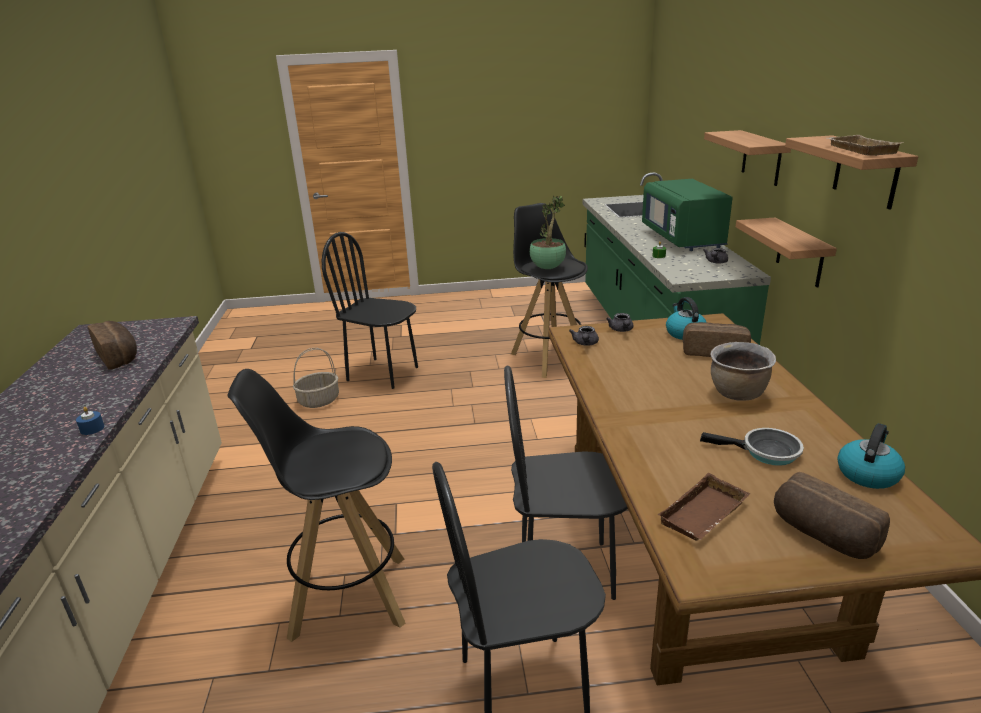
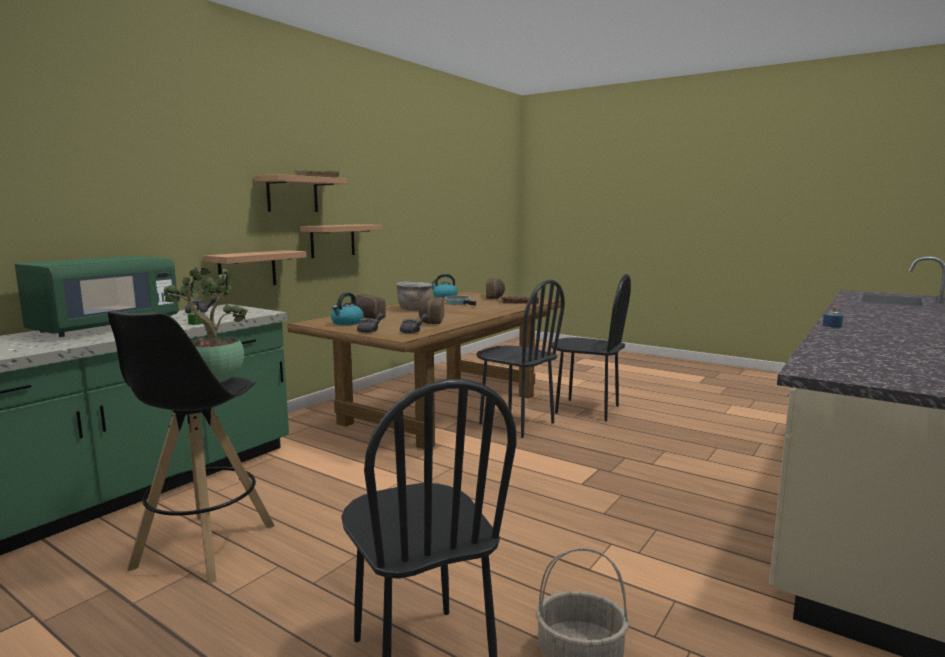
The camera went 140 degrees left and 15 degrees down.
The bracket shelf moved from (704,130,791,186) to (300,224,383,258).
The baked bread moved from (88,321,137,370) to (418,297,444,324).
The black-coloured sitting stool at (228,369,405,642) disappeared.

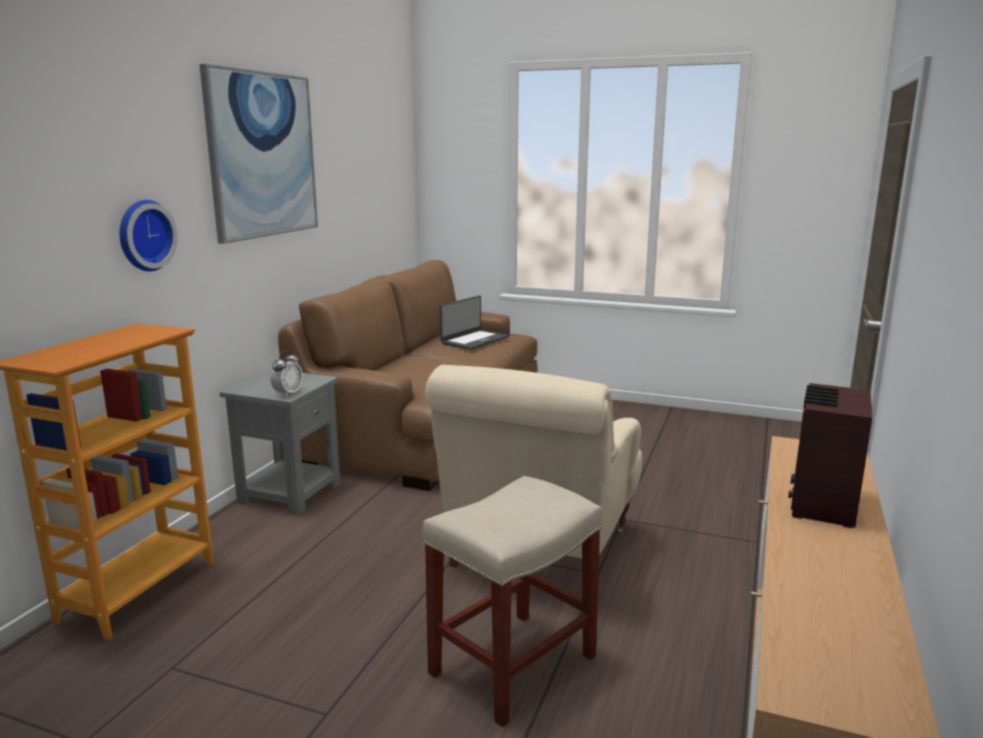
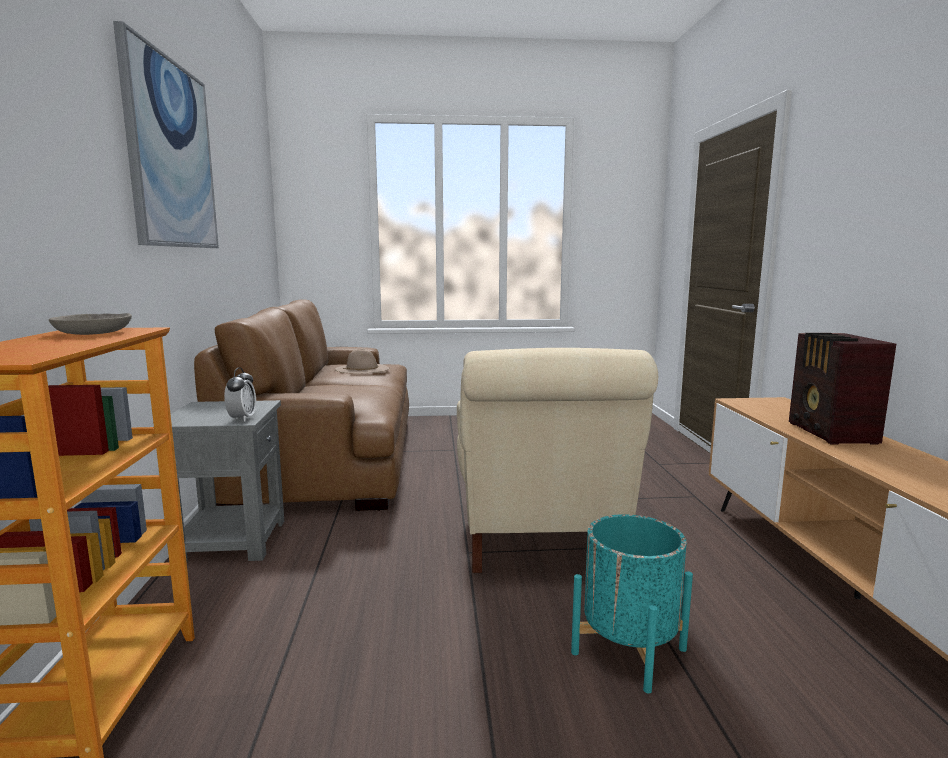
The camera went 25 degrees left and 5 degrees down.
The grey serving bowl at (49,313,132,335) appeared.
The laptop at (440,295,509,350) was replaced by the beige-coloured wearable hat at (335,348,390,374).
The beige-coloured sitting stool at (422,476,602,727) was replaced by the turquoise-coloured plant pot at (571,514,693,693).
The hanging clock at (120,200,178,271) disappeared.

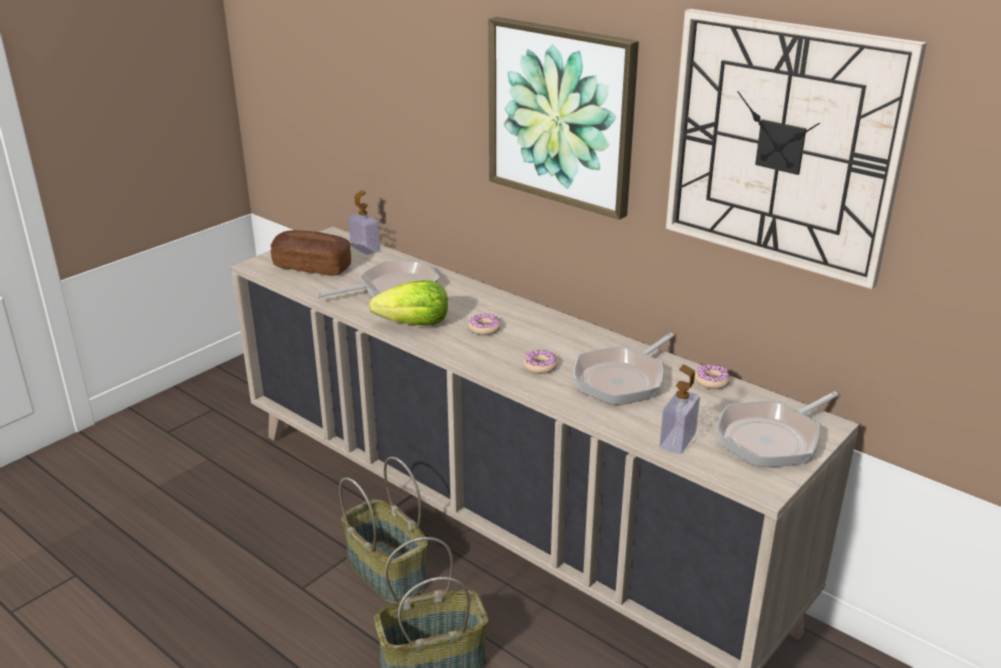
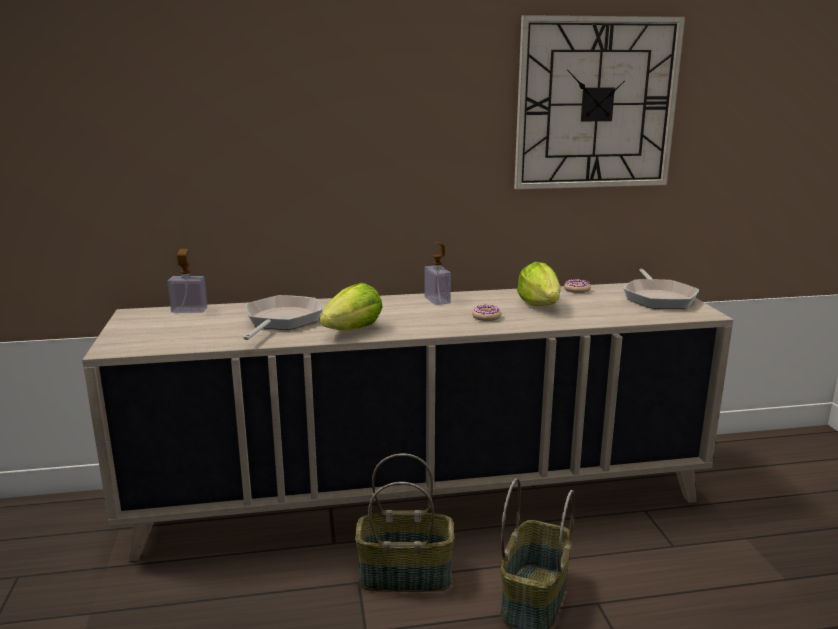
The camera went 50 degrees left and 10 degrees down.
The liquid soap bottle moved from (660,364,700,454) to (424,242,451,305).
The skillet at (573,333,674,405) was replaced by the lettuce head at (517,262,561,306).
The baked bread at (271,230,351,276) disappeared.
The ring doughnut at (469,314,501,335) disappeared.
The wall picture at (488,17,639,220) disappeared.

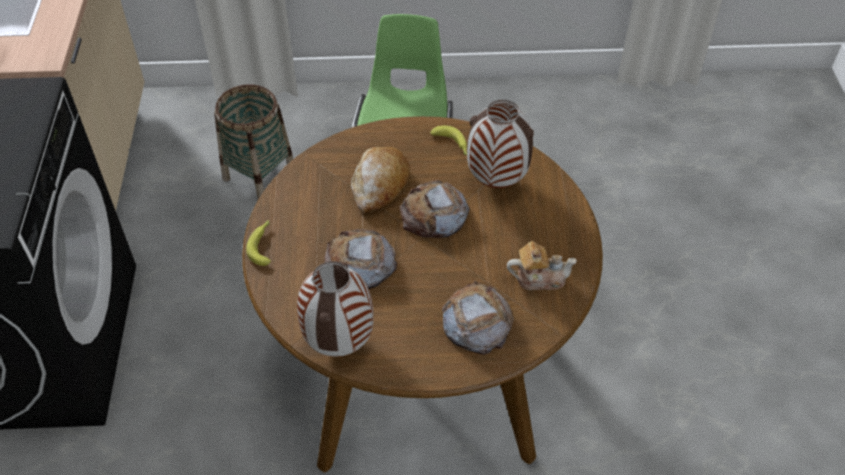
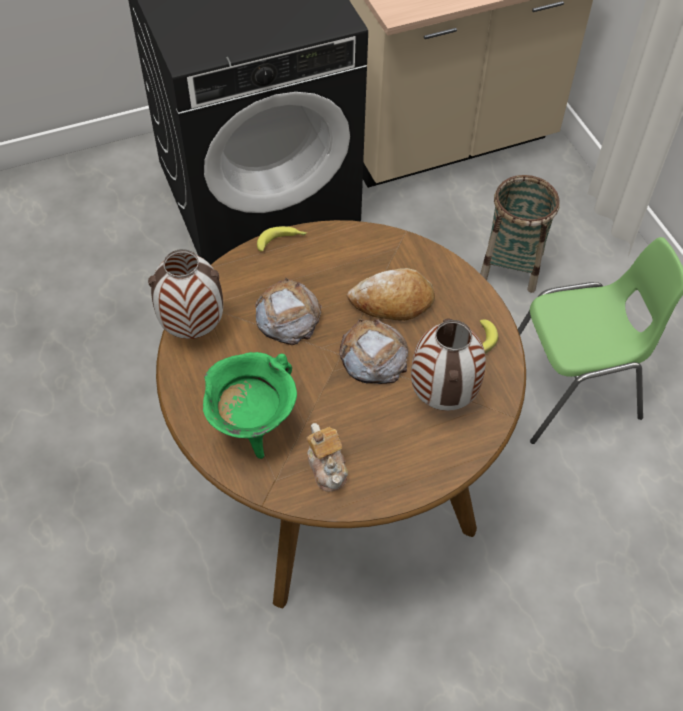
The camera went 70 degrees right and 5 degrees up.
The baked bread at (442,280,514,355) was replaced by the greenish saucepot at (203,352,297,459).

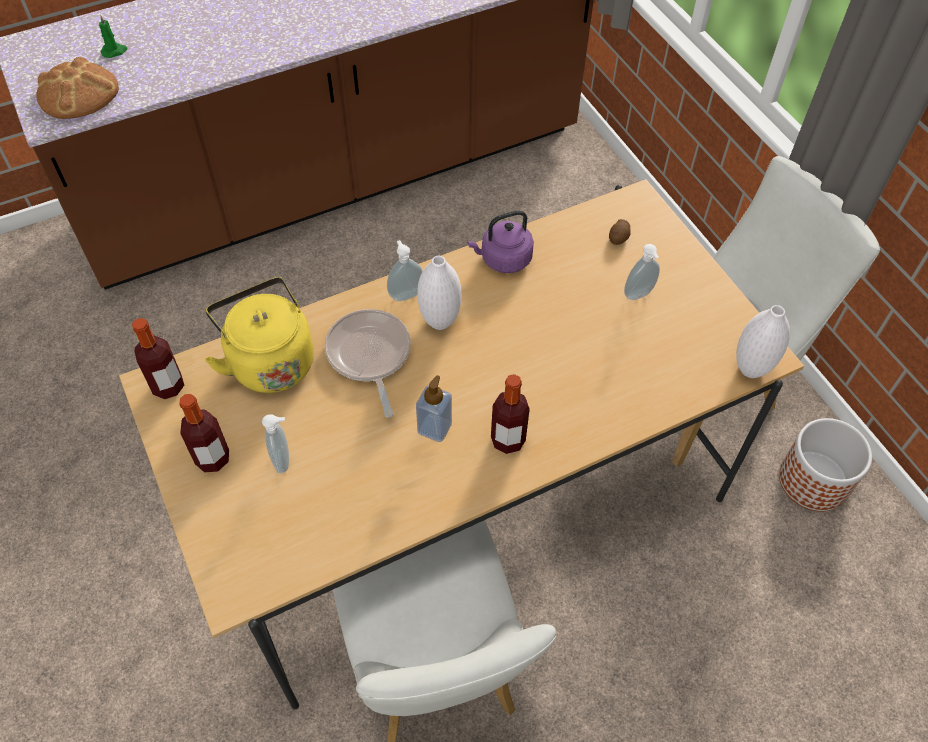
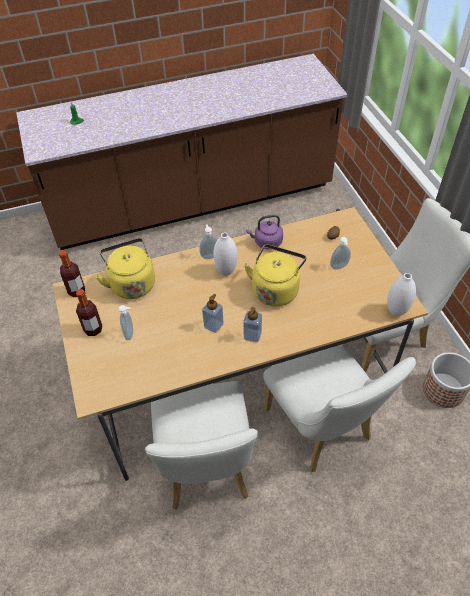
The camera went 10 degrees right and 5 degrees down.
The bottle at (491,374,530,454) was replaced by the liquid soap bottle at (243,307,262,343).
The yellow tea kettle at (244,244,306,306) appeared.
The white-coloured upright chair at (263,344,416,472) appeared.
The baked bread at (36,57,119,119) disappeared.
The skillet at (325,309,411,418) disappeared.

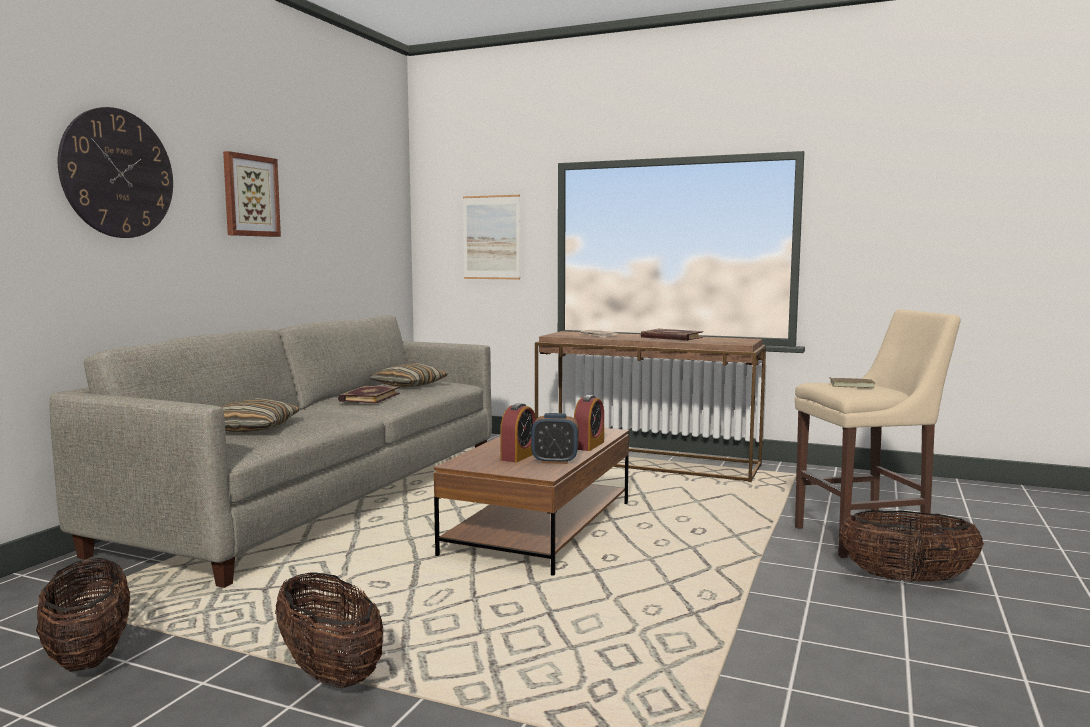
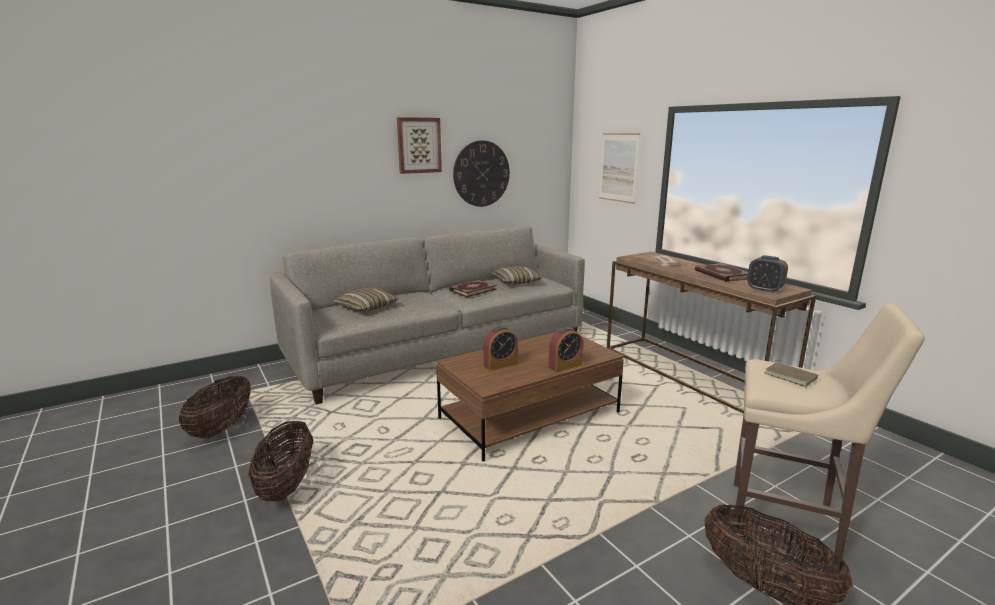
The camera went 35 degrees right and 10 degrees up.
The hanging clock moved from (58,107,173,238) to (453,140,510,207).
The table clock moved from (531,413,579,464) to (747,255,788,293).

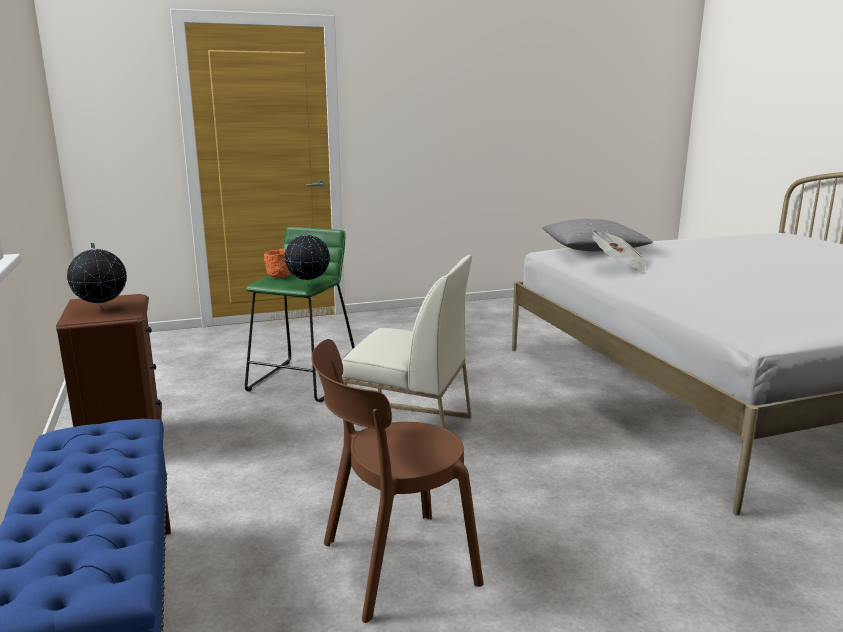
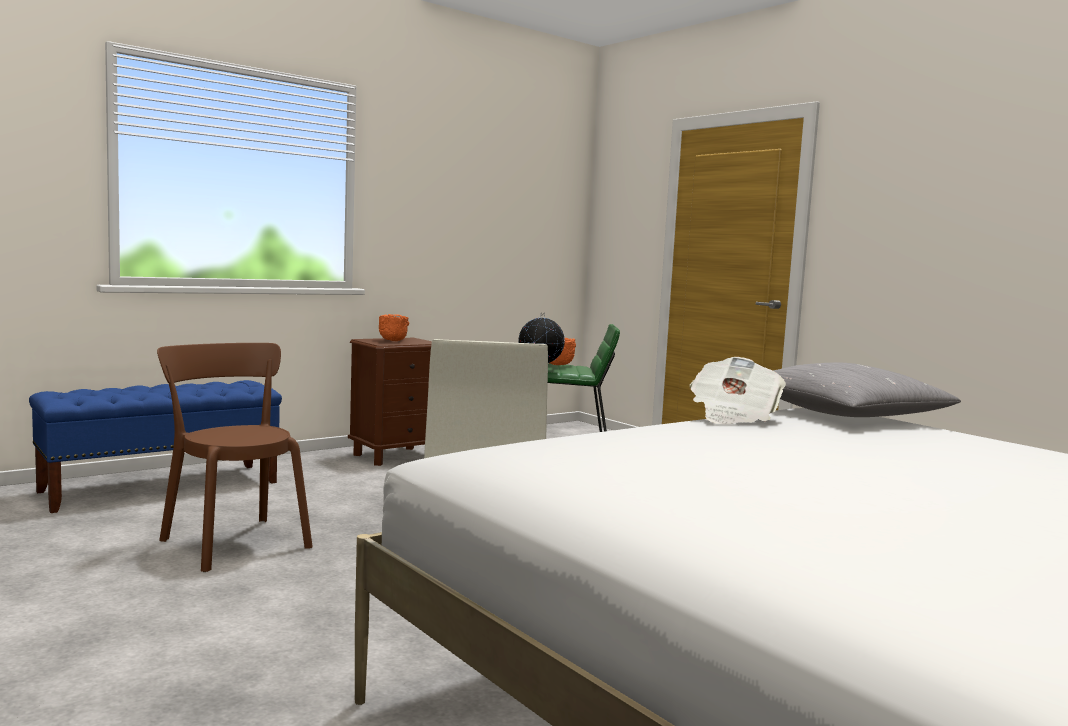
The camera went 70 degrees right and 10 degrees down.
The globe at (67,243,127,310) was replaced by the orangey serving bowl at (379,314,409,341).

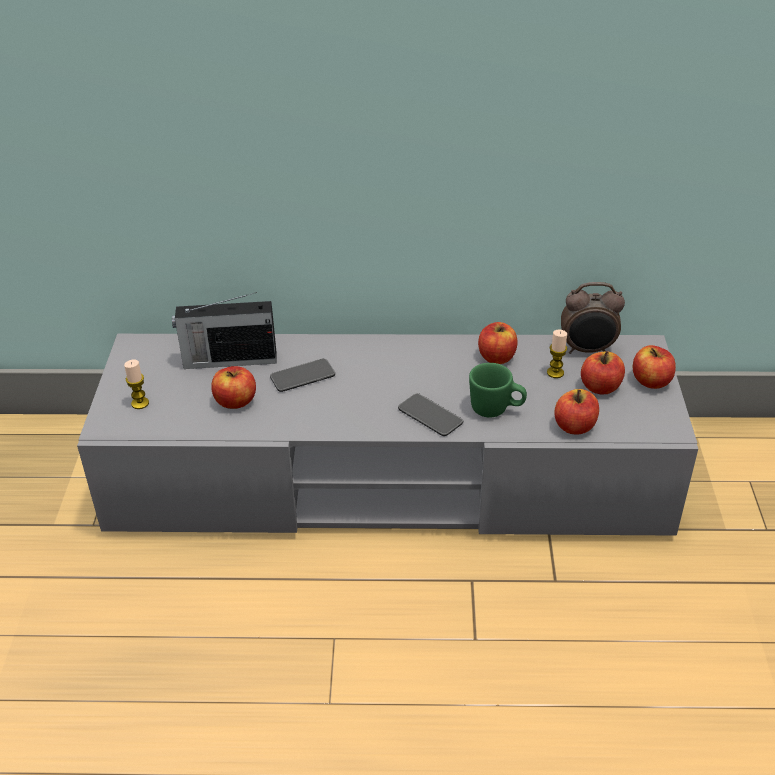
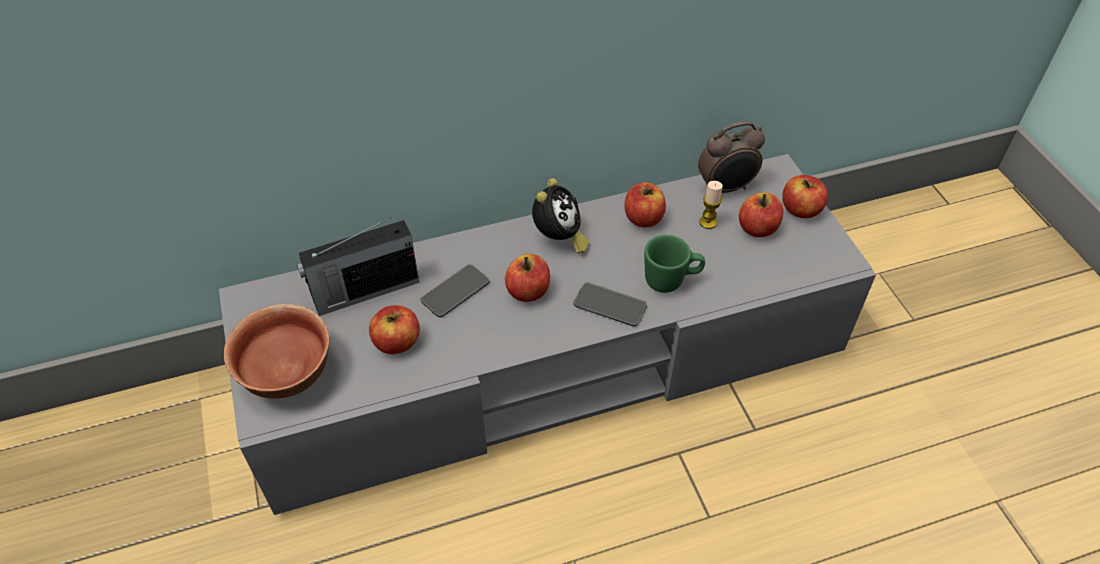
The camera went 20 degrees left and 10 degrees up.
The wax light at (124,359,149,409) was replaced by the serving bowl at (224,304,330,399).
The apple fruit moved from (554,389,599,434) to (505,254,550,302).
The table clock at (532,178,590,254) appeared.

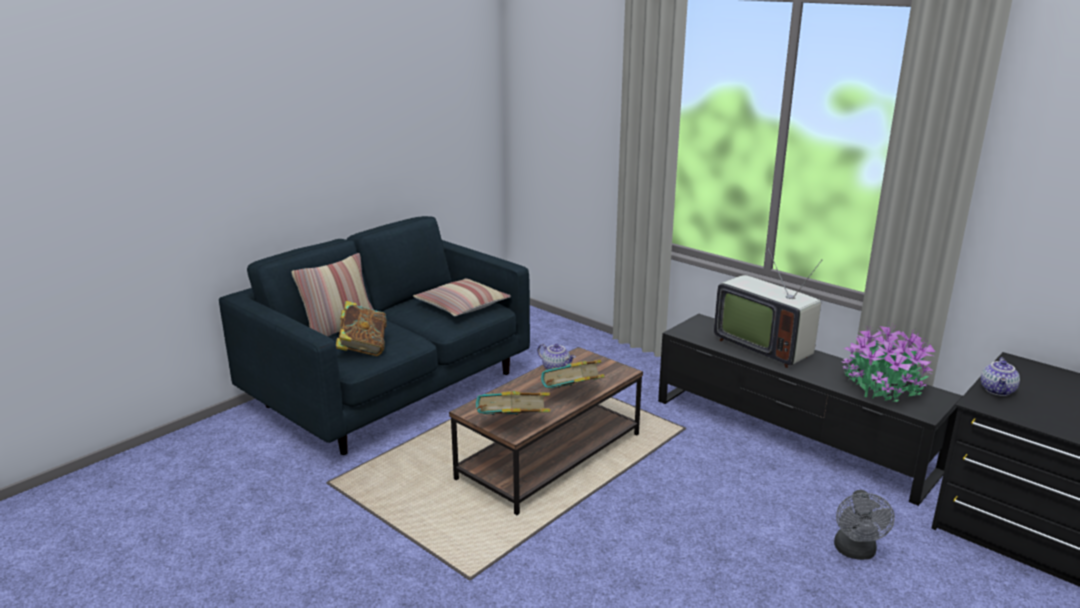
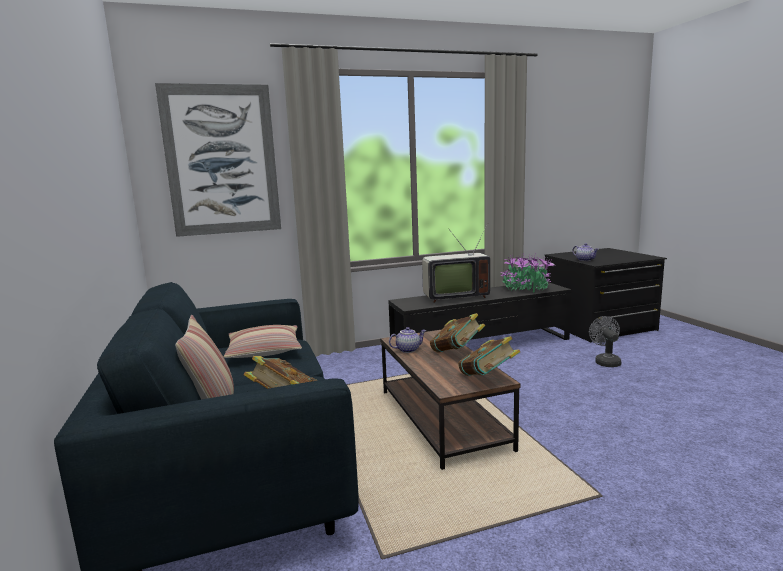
The camera went 60 degrees left and 10 degrees down.
The wall picture at (155,83,281,237) appeared.
The grey electric fan at (834,490,895,560) turned 135 degrees counterclockwise.

